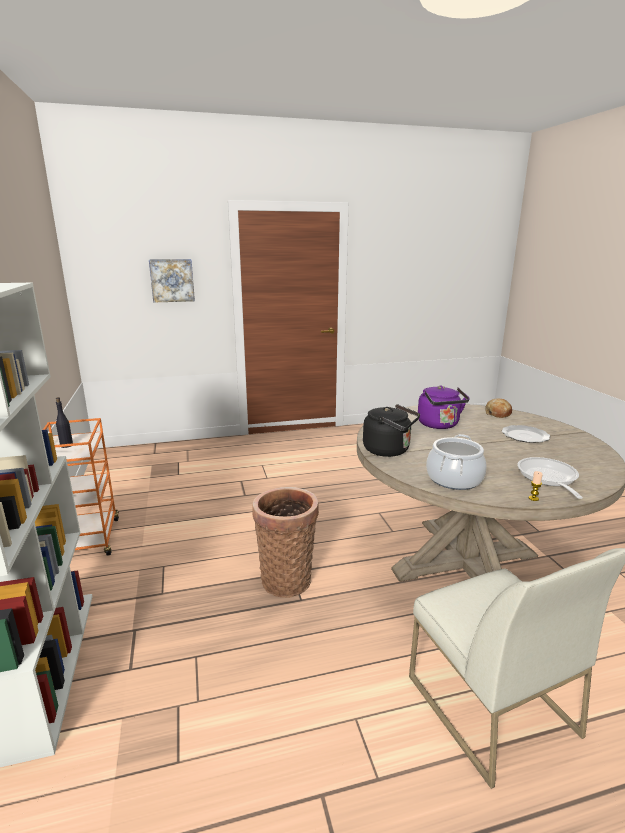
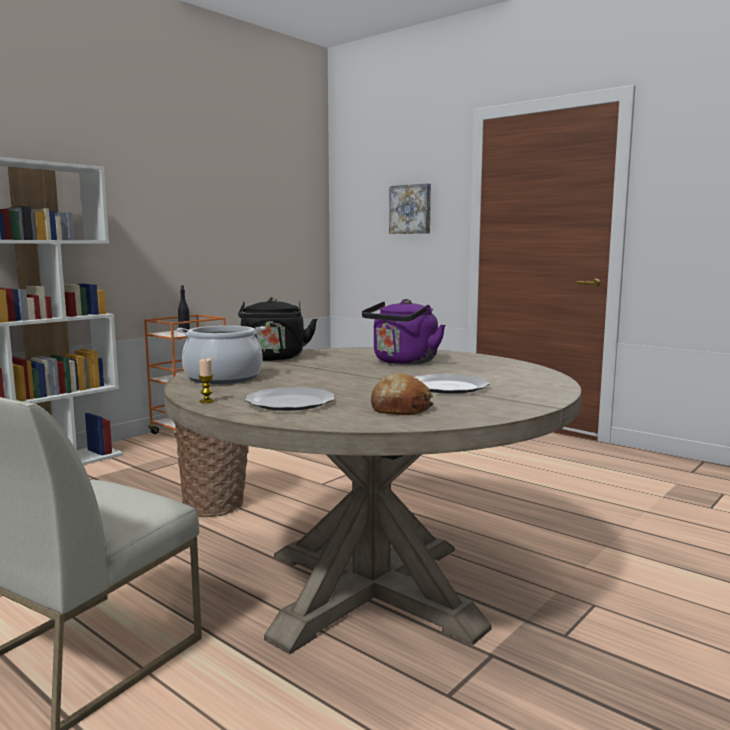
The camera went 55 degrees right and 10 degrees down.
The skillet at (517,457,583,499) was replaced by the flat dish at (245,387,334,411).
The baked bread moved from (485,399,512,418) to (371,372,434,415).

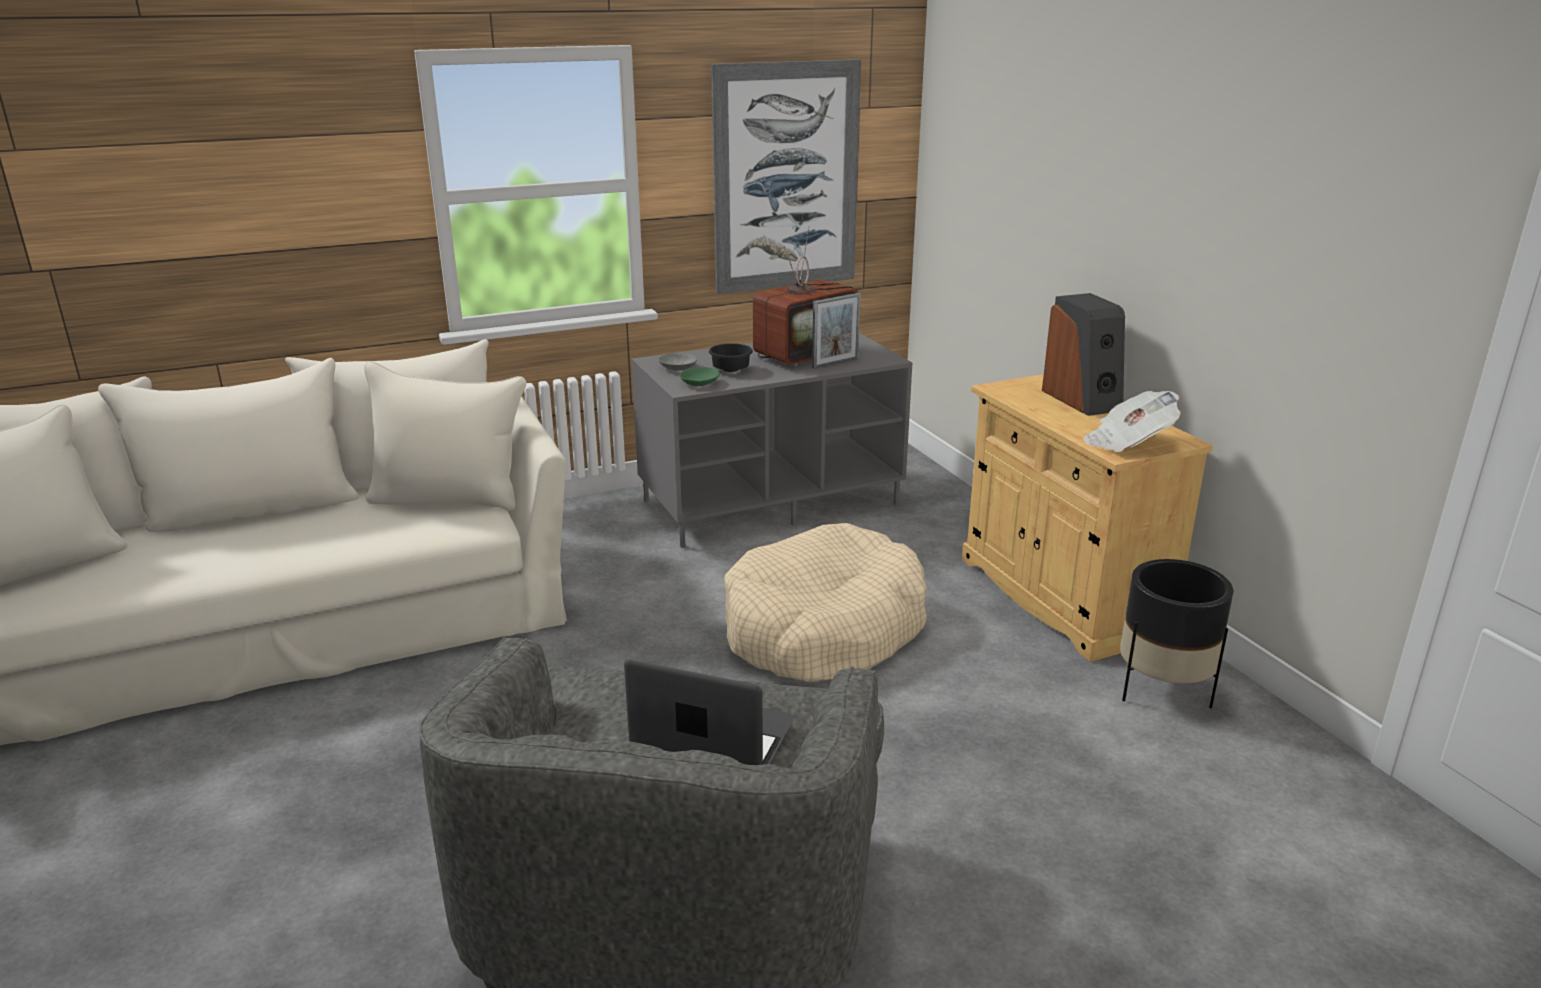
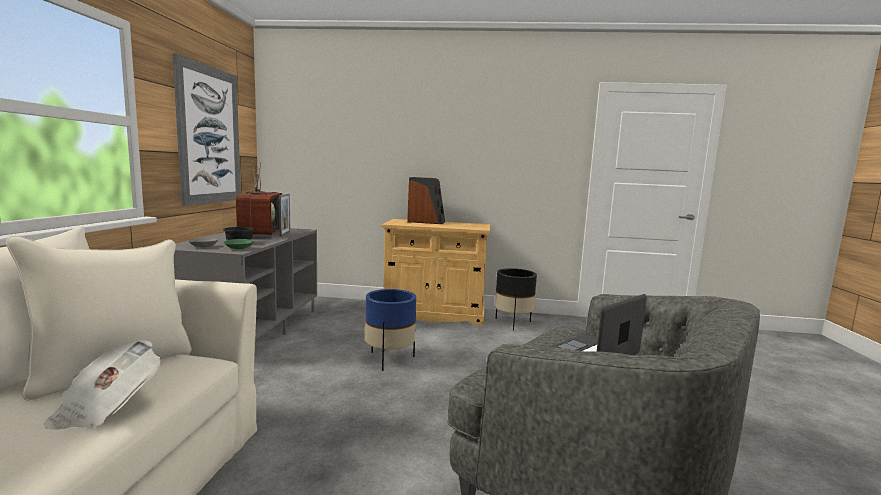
The camera went 60 degrees left and 15 degrees down.
The daily paper moved from (1083,391,1181,452) to (43,340,160,430).
The beige-coloured dog cushion at (724,523,927,682) was replaced by the bluish plant pot at (365,289,416,371).

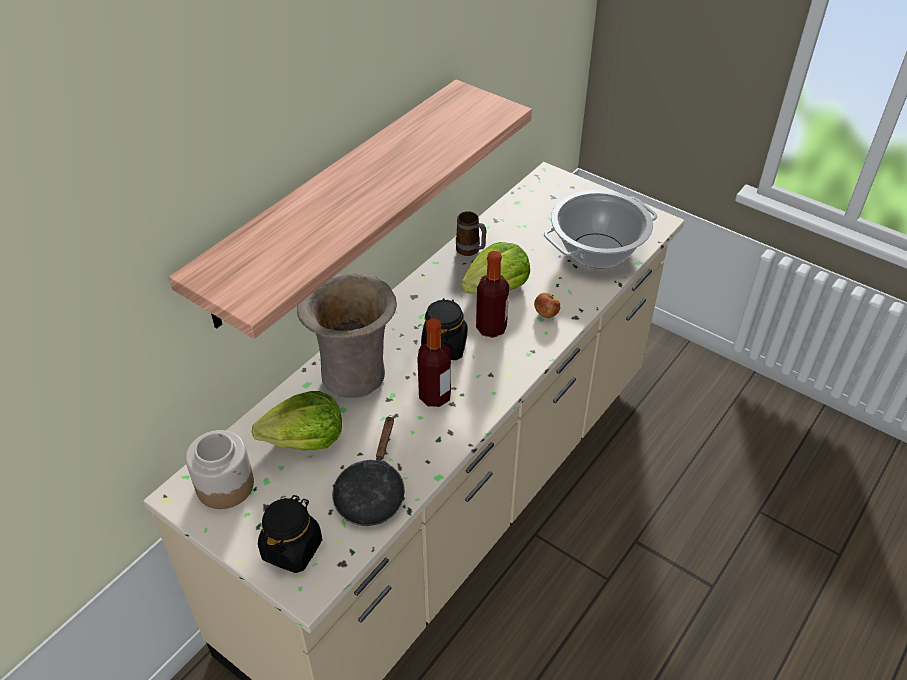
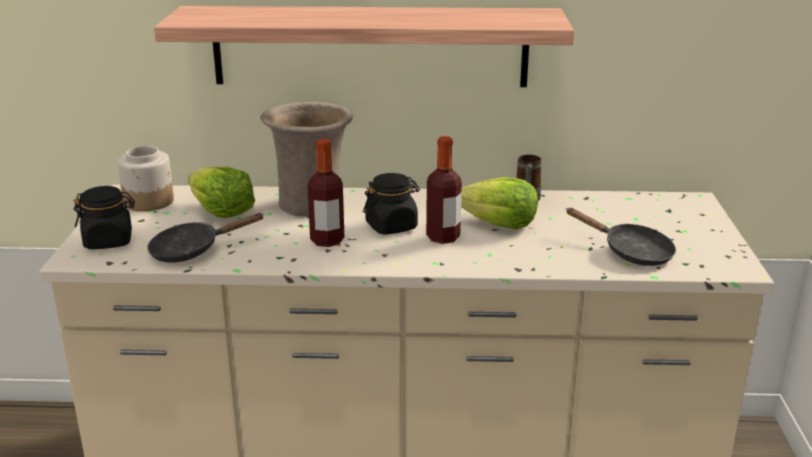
The camera went 55 degrees right and 20 degrees down.
The saucepot at (544,190,657,268) was replaced by the black-coloured skillet at (566,208,676,266).
The apple fruit at (534,293,560,318) disappeared.

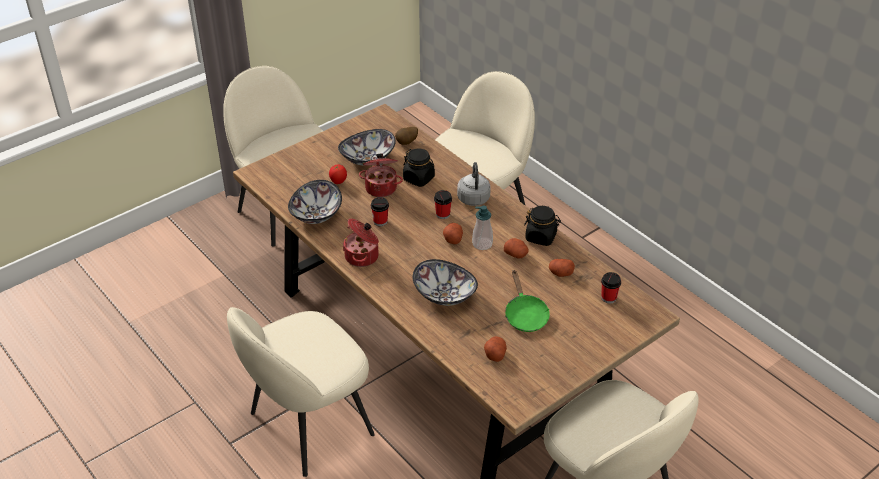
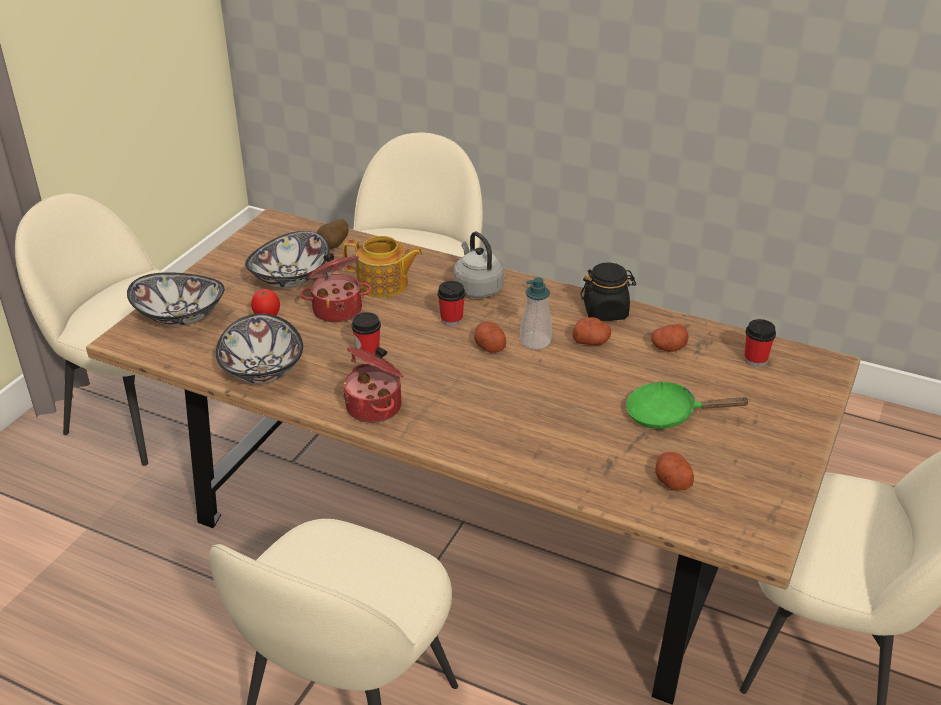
The camera went 25 degrees left and 5 degrees down.
The serving bowl moved from (412,259,478,306) to (127,272,225,325).
The black-coloured jar at (403,149,435,187) was replaced by the pot for tea at (343,236,423,298).
The greenish skillet at (505,271,550,332) turned 135 degrees clockwise.

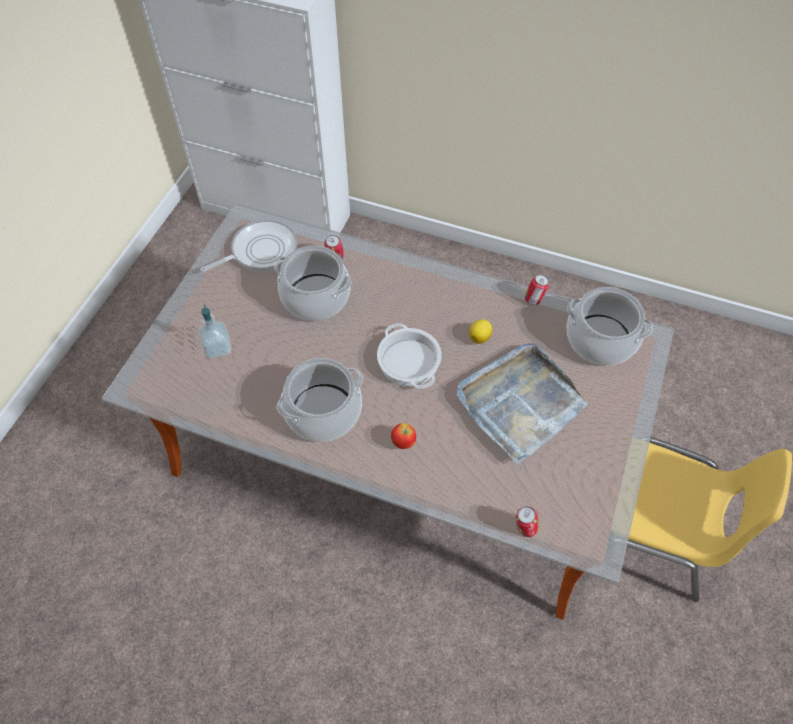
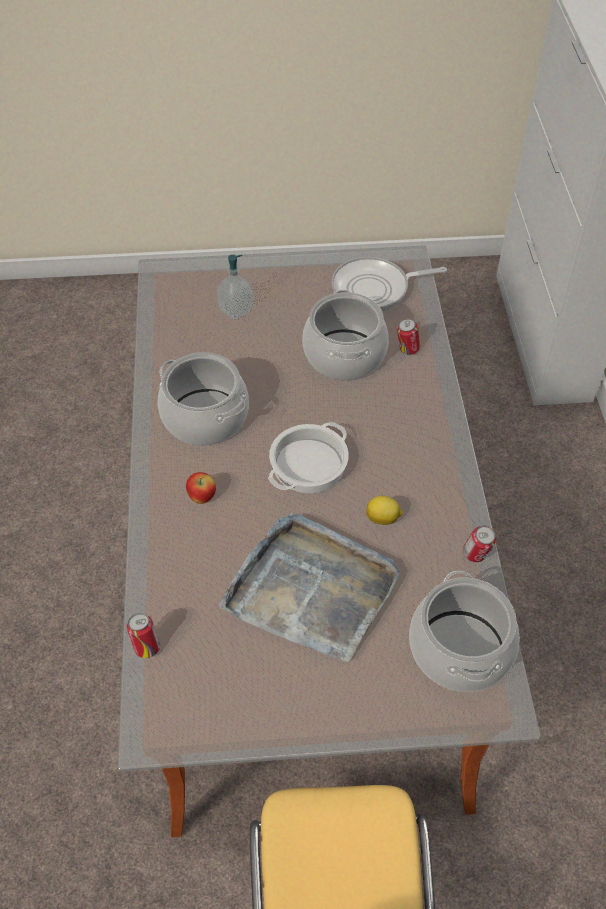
The camera went 65 degrees right and 5 degrees down.
The skillet at (200,219,297,272) turned 135 degrees clockwise.

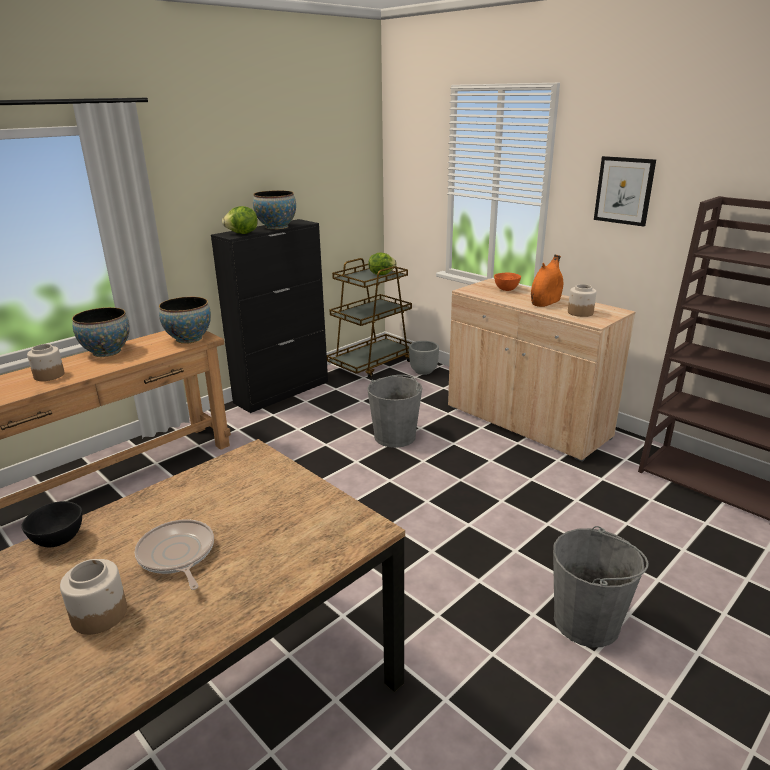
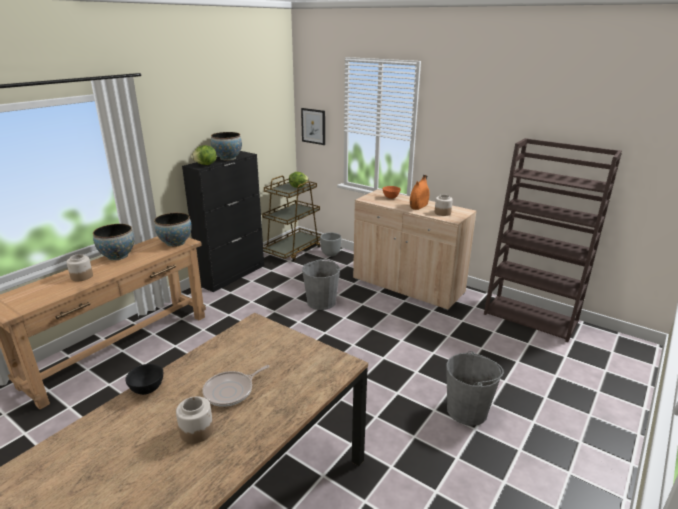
The camera went 10 degrees left and 0 degrees up.
The skillet at (135,519,214,590) turned 90 degrees counterclockwise.
The wall picture moved from (594,156,656,227) to (301,108,325,145).

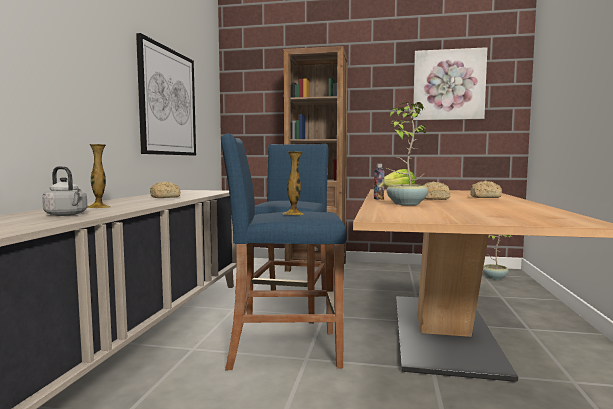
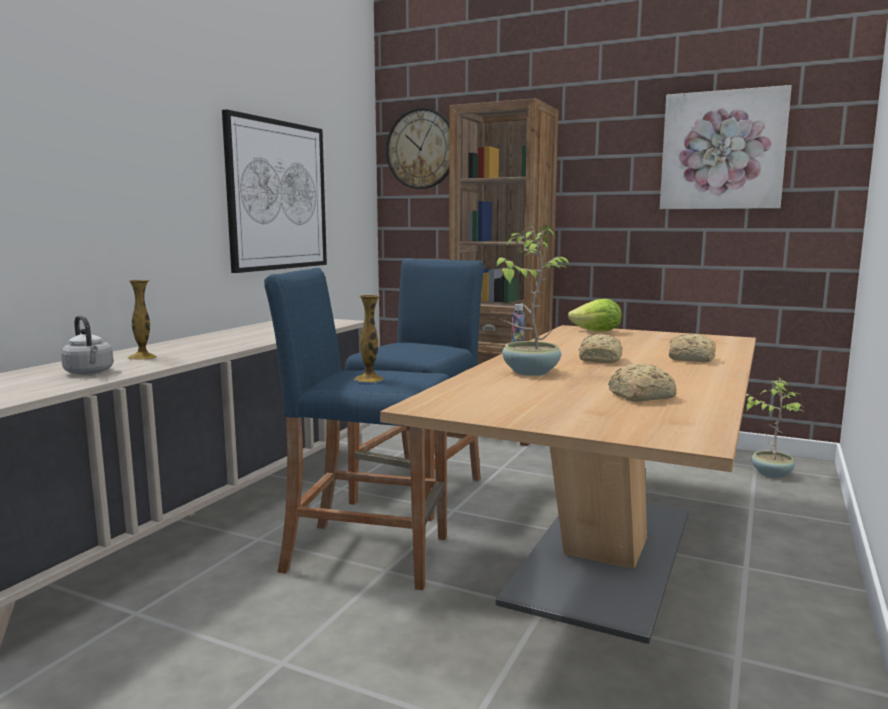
The camera went 15 degrees right and 5 degrees up.
The hanging clock at (386,108,449,189) appeared.
The baked bread moved from (150,181,181,198) to (608,364,677,402).

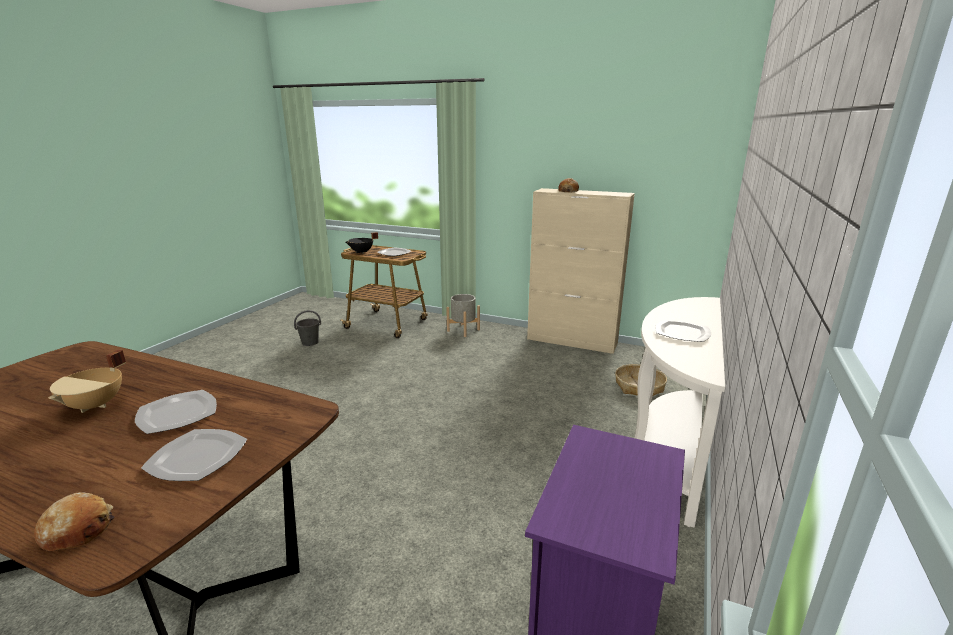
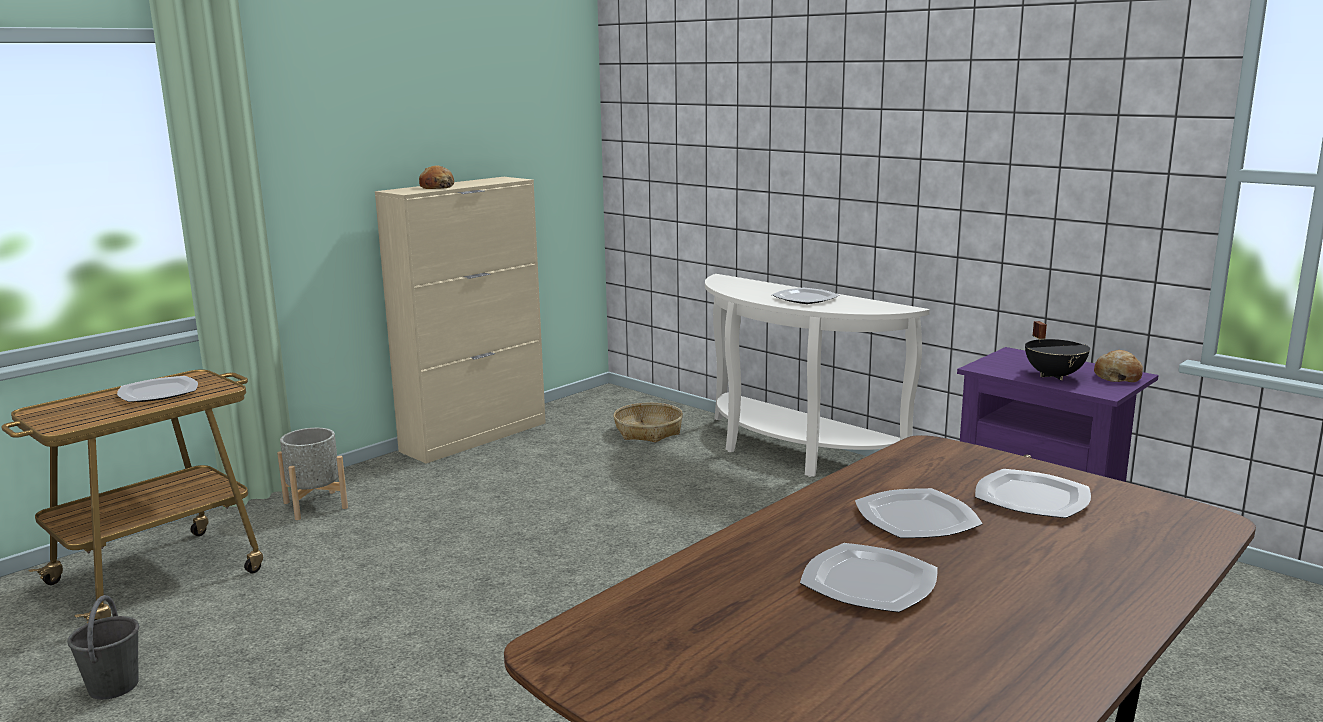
The camera went 70 degrees left and 5 degrees down.
The beige-coloured saucepot at (49,350,126,413) was replaced by the flat dish at (800,543,938,612).
The black-coloured saucepot moved from (346,232,378,254) to (1025,321,1090,380).
The baked bread moved from (34,492,115,551) to (1094,350,1143,382).

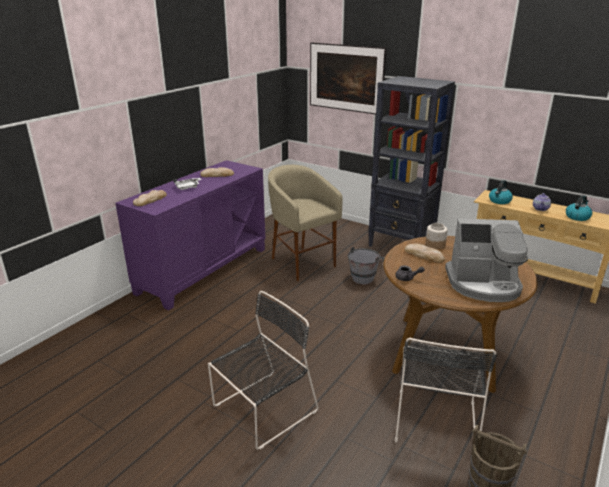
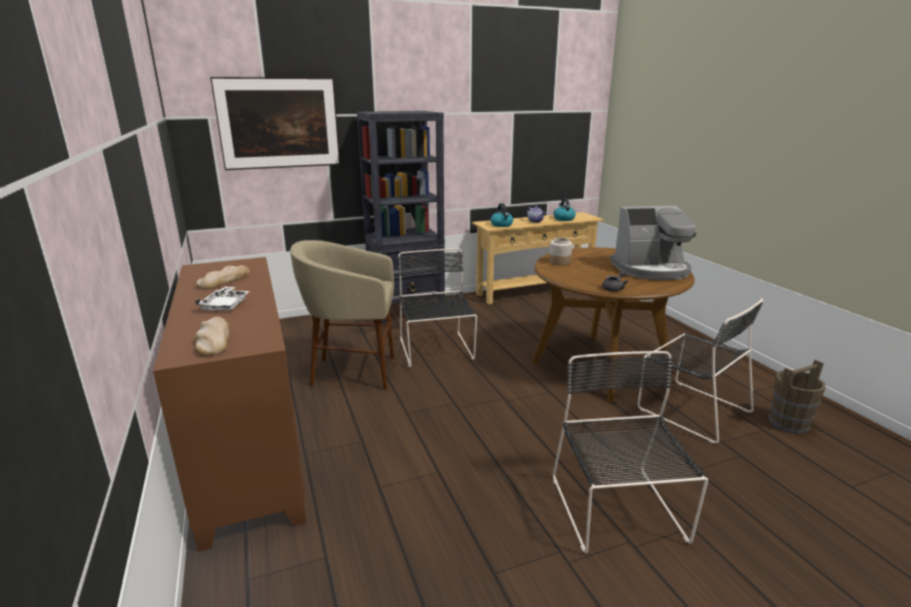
The camera went 55 degrees left and 5 degrees down.
The purplish cabinet at (115,160,265,311) became the brownish cabinet at (153,257,306,552).
The grey water bucket at (348,247,385,285) was replaced by the black-coloured upright chair at (398,248,477,367).
The coffee maker at (445,218,528,302) turned 45 degrees clockwise.
The baked bread at (404,243,445,263) disappeared.

